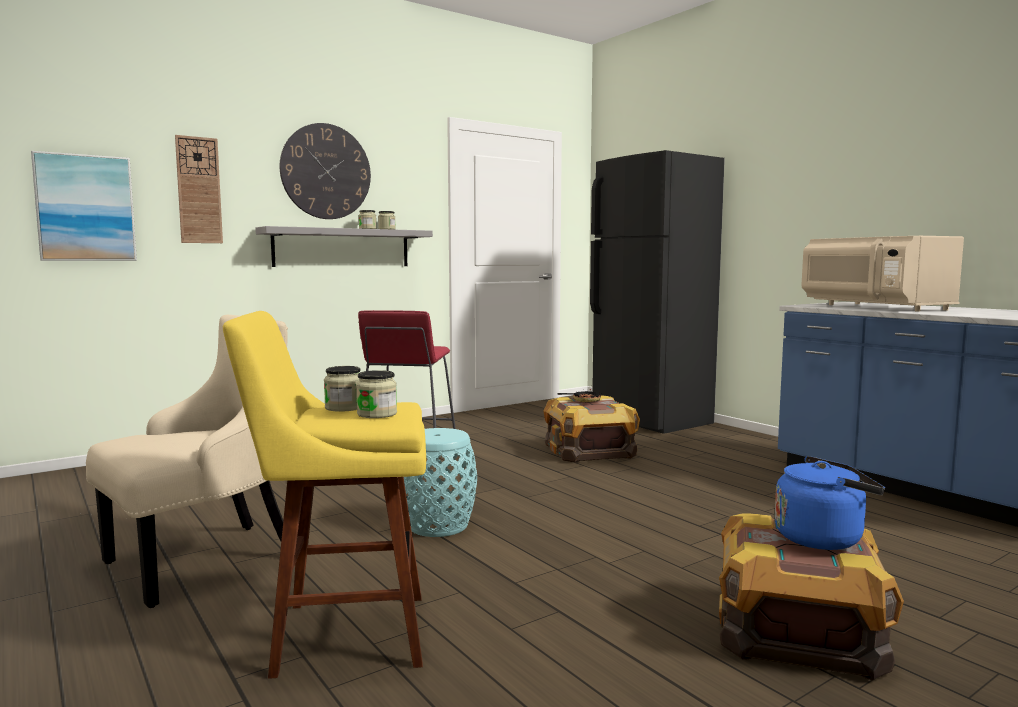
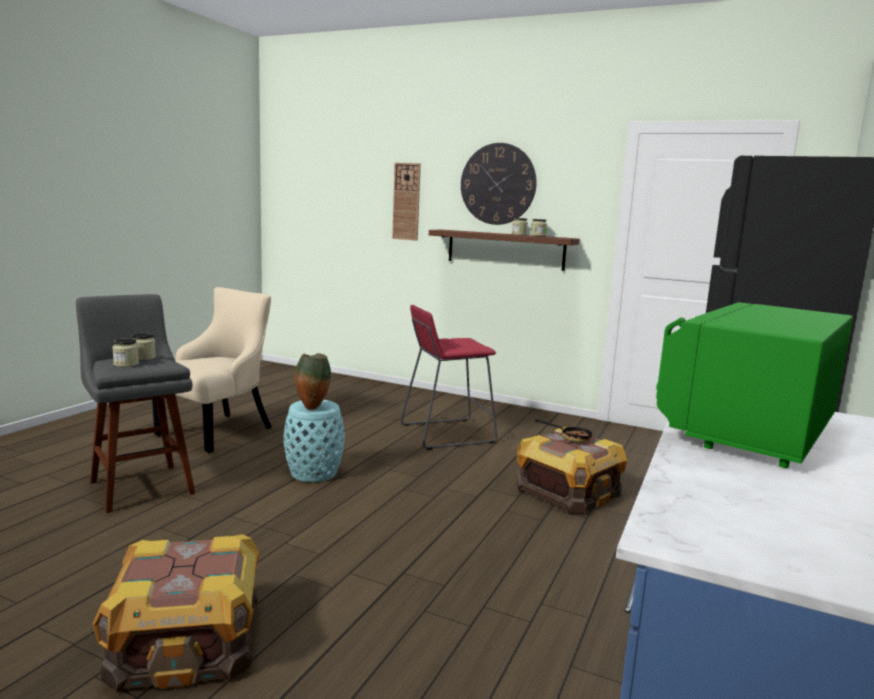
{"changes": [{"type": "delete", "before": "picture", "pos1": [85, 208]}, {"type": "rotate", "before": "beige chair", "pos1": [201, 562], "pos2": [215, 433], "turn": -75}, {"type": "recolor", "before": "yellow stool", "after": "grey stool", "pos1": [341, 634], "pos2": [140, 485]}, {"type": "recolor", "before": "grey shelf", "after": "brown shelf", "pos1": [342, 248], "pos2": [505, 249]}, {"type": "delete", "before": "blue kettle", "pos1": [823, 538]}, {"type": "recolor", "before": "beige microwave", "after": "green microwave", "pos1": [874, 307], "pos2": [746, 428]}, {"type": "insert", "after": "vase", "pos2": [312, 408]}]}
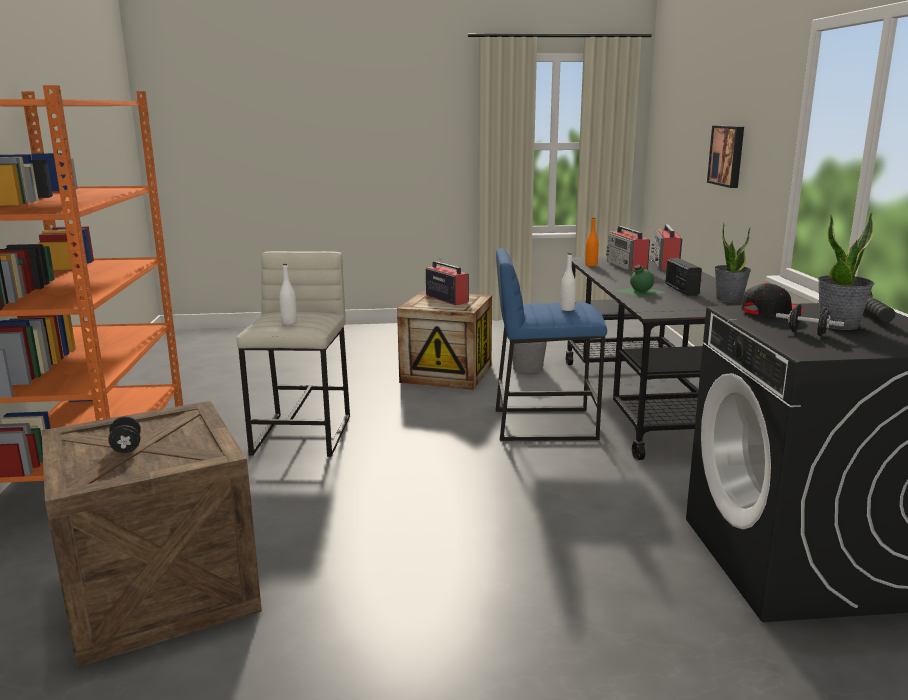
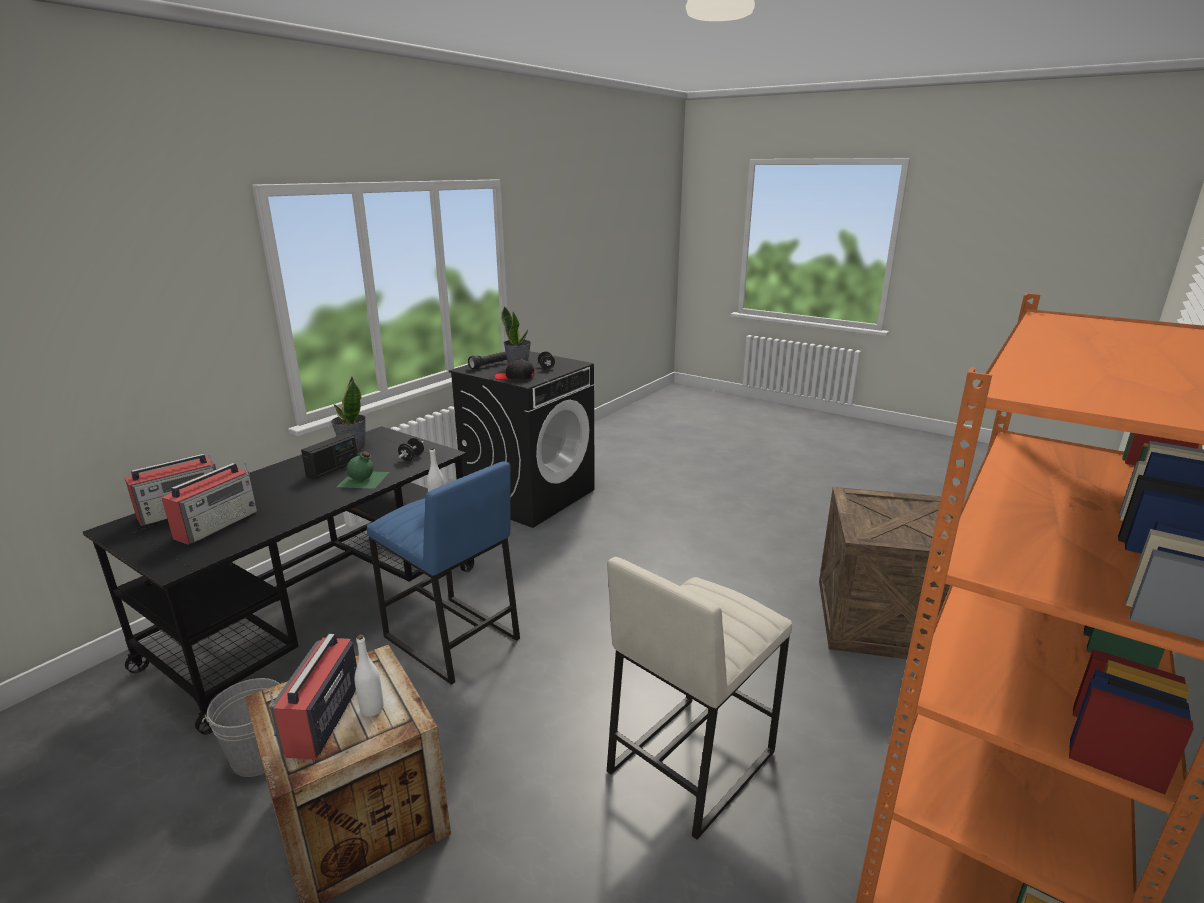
{"changes": [{"type": "move", "before": "black dumbbell", "pos1": [126, 447], "pos2": [412, 457]}, {"type": "move", "before": "white bottle", "pos1": [289, 322], "pos2": [372, 709]}, {"type": "delete", "before": "orange bottle", "pos1": [591, 265]}, {"type": "delete", "before": "picture", "pos1": [728, 155]}]}
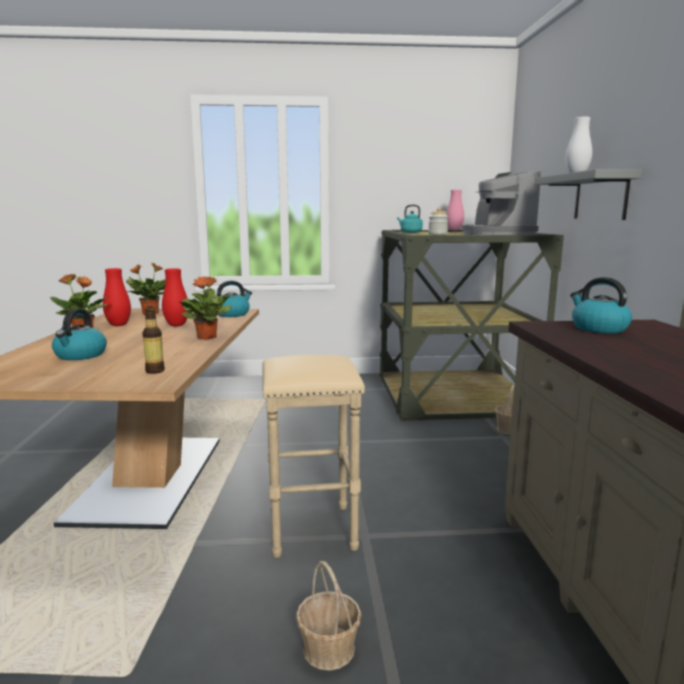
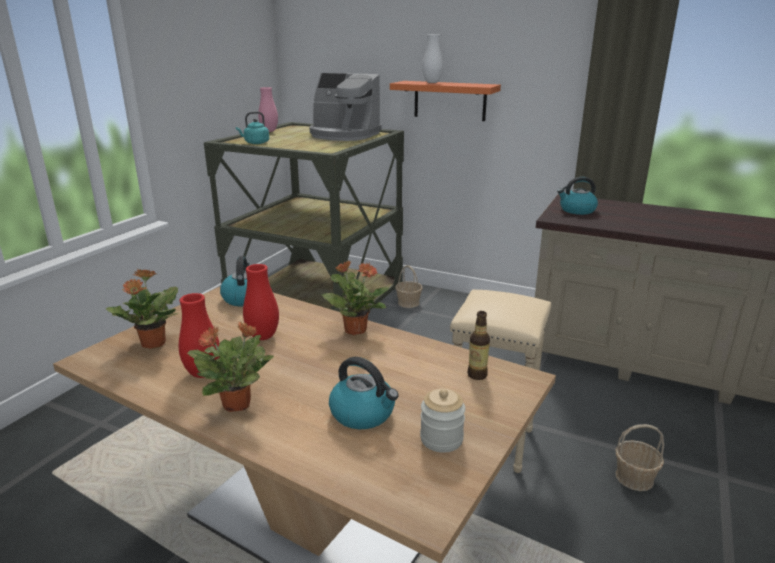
{"changes": [{"type": "move", "before": "jar", "pos1": [437, 234], "pos2": [441, 439]}, {"type": "recolor", "before": "grey shelf", "after": "orange shelf", "pos1": [600, 196], "pos2": [449, 100]}]}
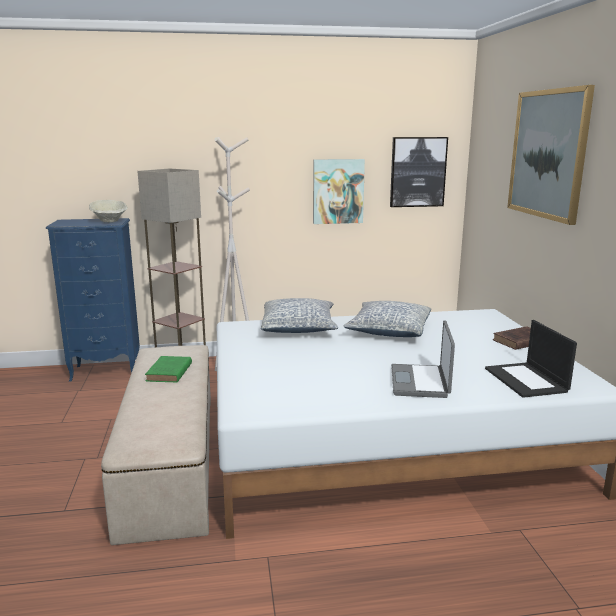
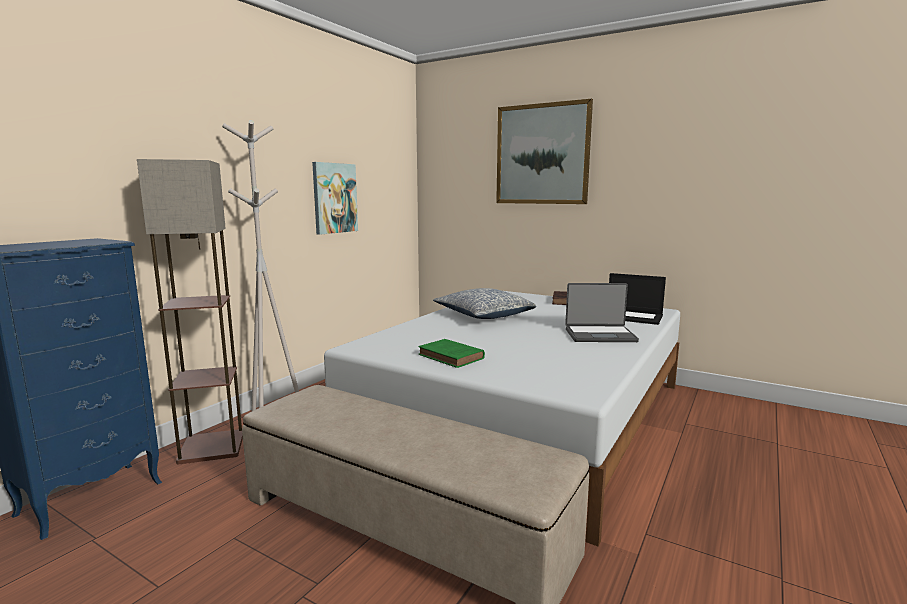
{"changes": [{"type": "delete", "before": "beige bowl", "pos1": [110, 221]}, {"type": "move", "before": "green book", "pos1": [169, 373], "pos2": [452, 357]}, {"type": "delete", "before": "pillow", "pos1": [299, 328]}, {"type": "delete", "before": "picture", "pos1": [417, 172]}, {"type": "rotate", "before": "laptop", "pos1": [421, 382], "pos2": [600, 335], "turn": -45}]}
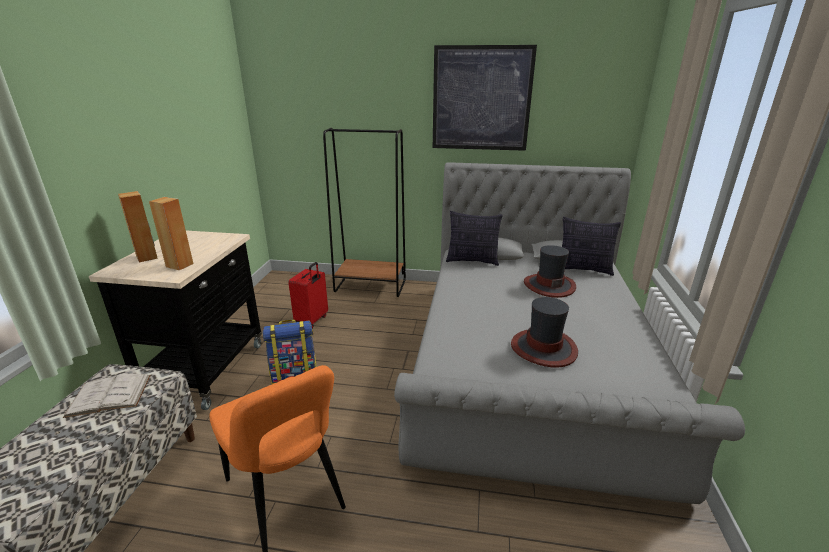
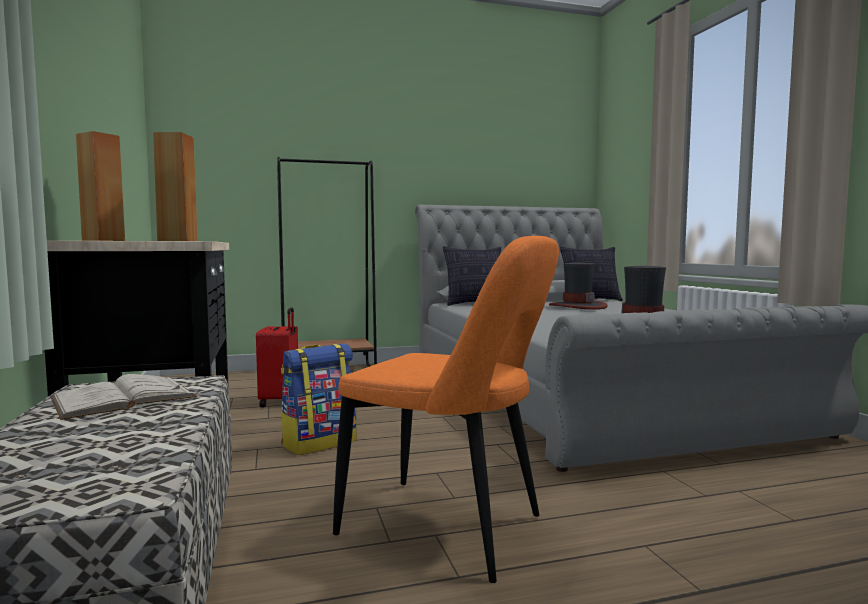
{"changes": [{"type": "delete", "before": "picture", "pos1": [481, 99]}]}
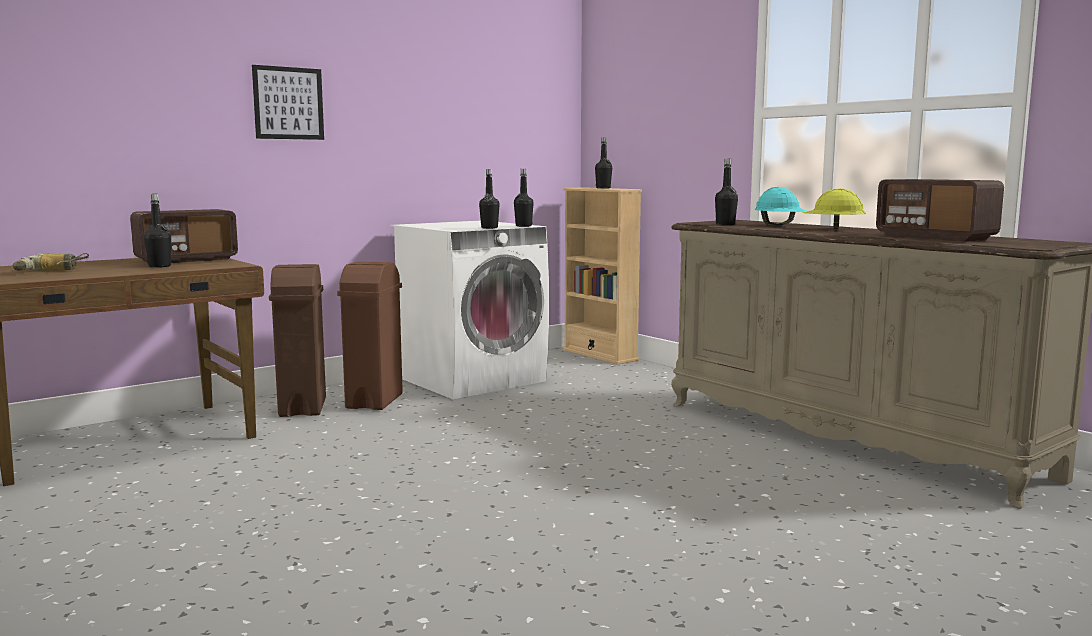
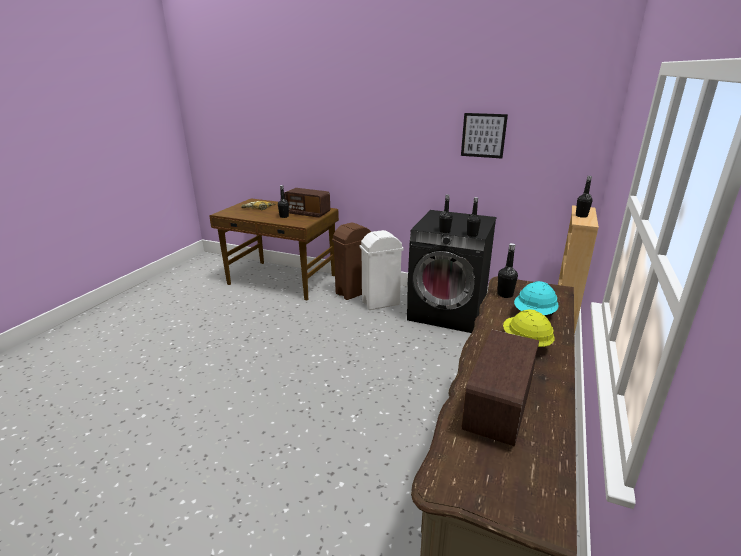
{"changes": [{"type": "move", "before": "picture", "pos1": [288, 103], "pos2": [483, 135]}, {"type": "recolor", "before": "brown trash can", "after": "white trash can", "pos1": [374, 401], "pos2": [380, 303]}, {"type": "recolor", "before": "white washing machine", "after": "black washing machine", "pos1": [472, 379], "pos2": [448, 311]}]}
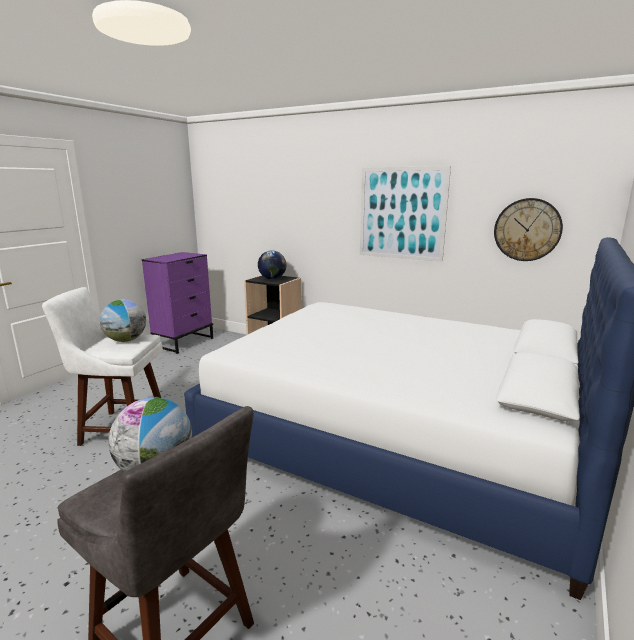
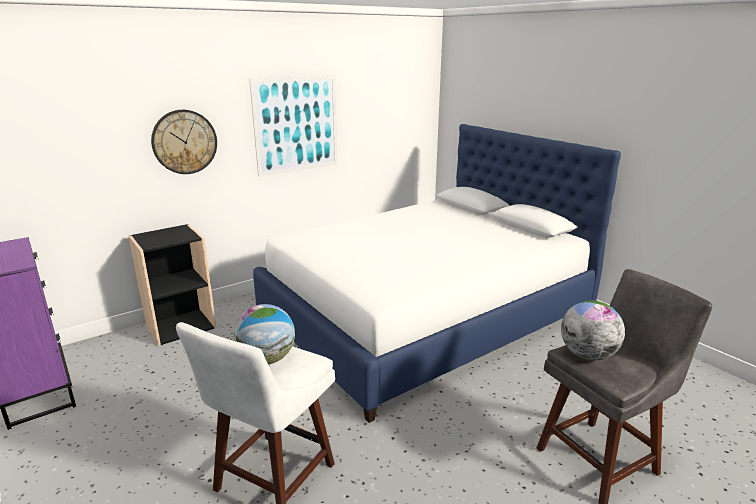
{"changes": [{"type": "delete", "before": "globe", "pos1": [272, 279]}, {"type": "move", "before": "wall clock", "pos1": [527, 229], "pos2": [184, 142]}]}
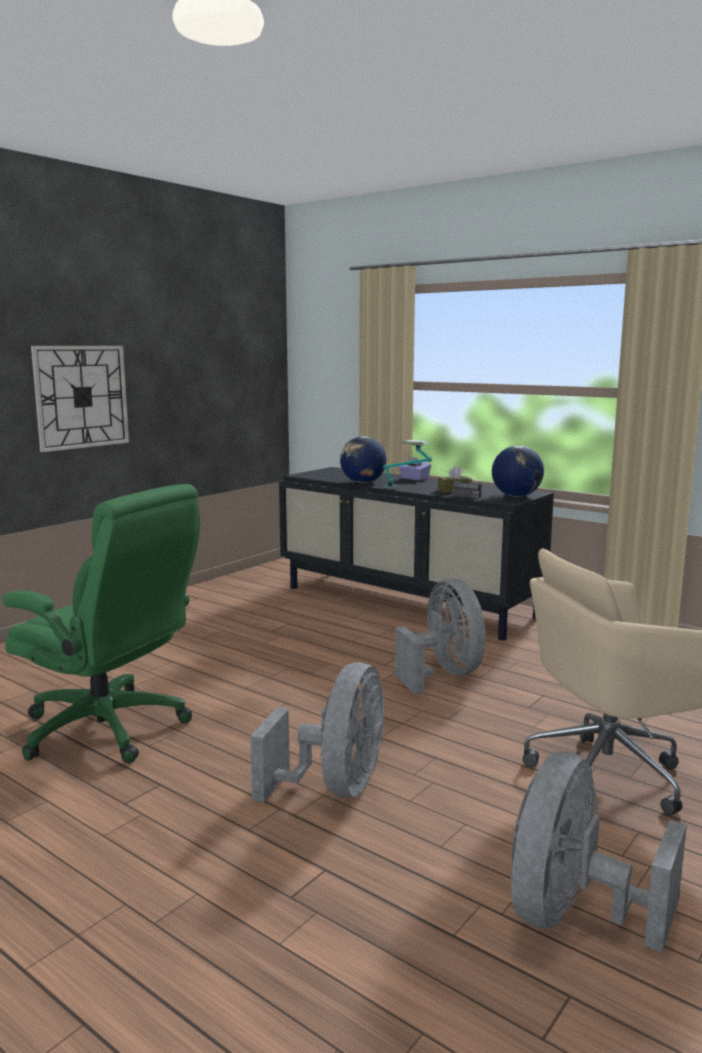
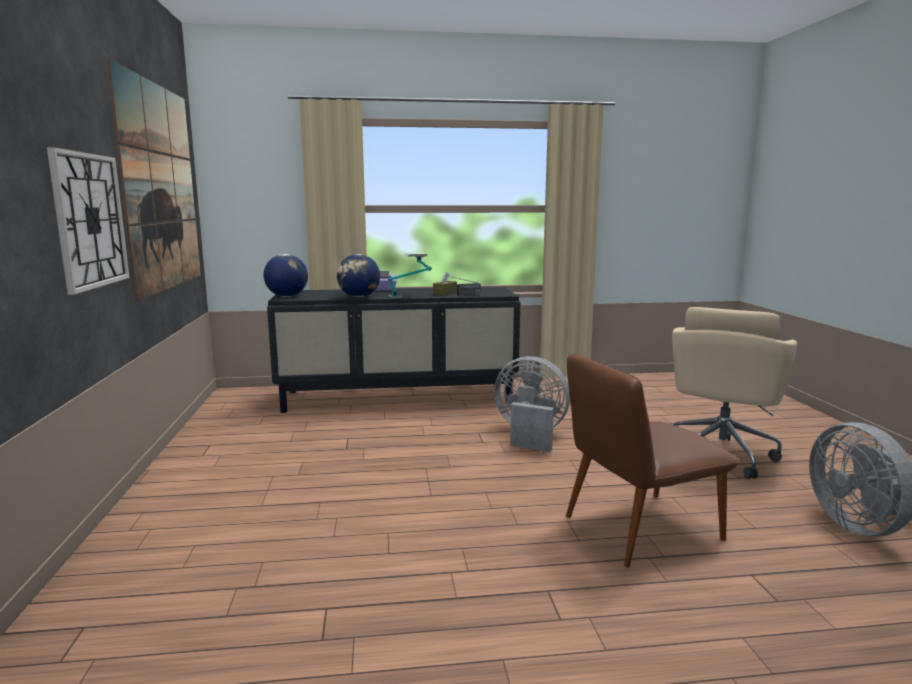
{"changes": [{"type": "delete", "before": "green office chair", "pos1": [112, 731]}, {"type": "replace", "before": "grey fan", "after": "brown chair", "pos1": [335, 787], "pos2": [642, 527]}, {"type": "move", "before": "globe", "pos1": [516, 496], "pos2": [287, 296]}, {"type": "insert", "after": "picture", "pos2": [160, 187]}]}
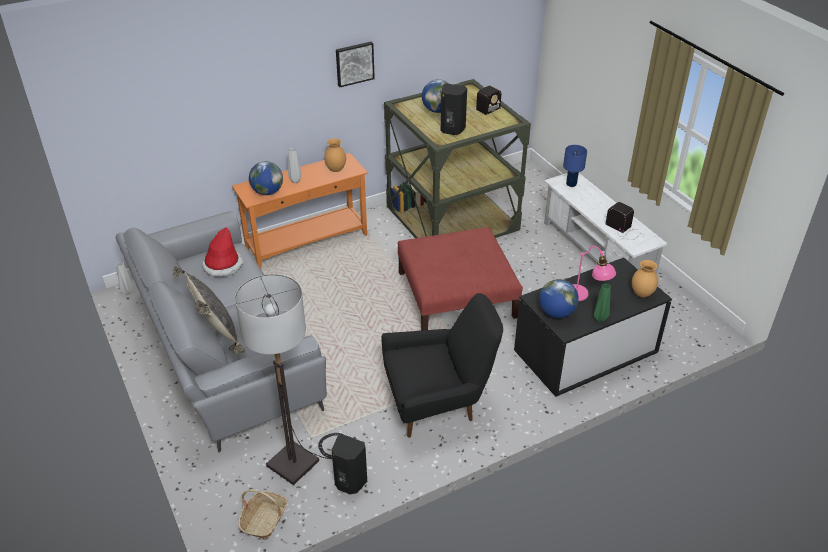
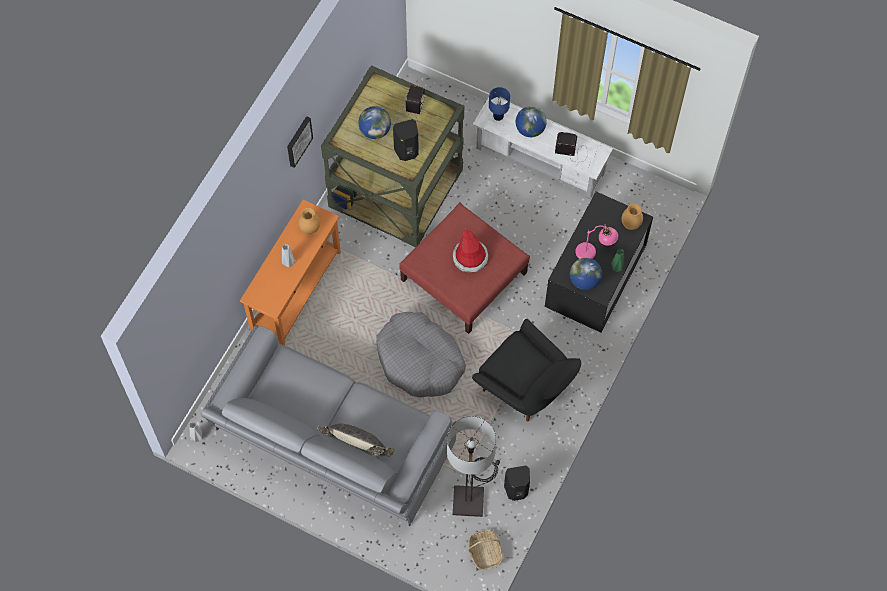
{"changes": [{"type": "move", "before": "hat", "pos1": [222, 266], "pos2": [470, 257]}, {"type": "move", "before": "globe", "pos1": [267, 192], "pos2": [530, 129]}, {"type": "rotate", "before": "black armchair", "pos1": [437, 404], "pos2": [526, 390], "turn": 90}, {"type": "insert", "after": "grey dog bed", "pos2": [420, 360]}]}
